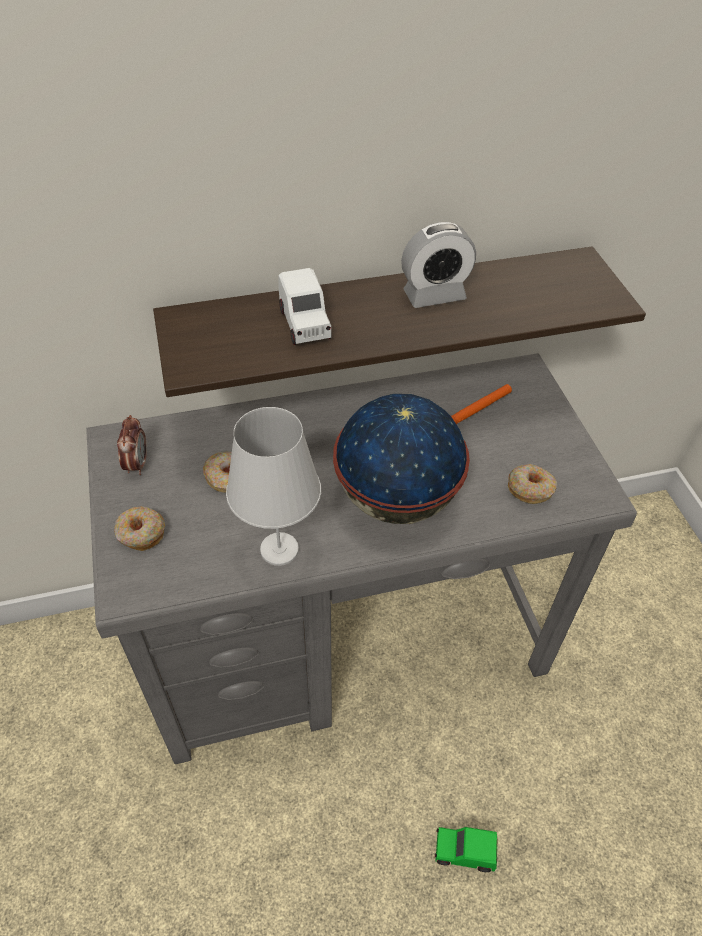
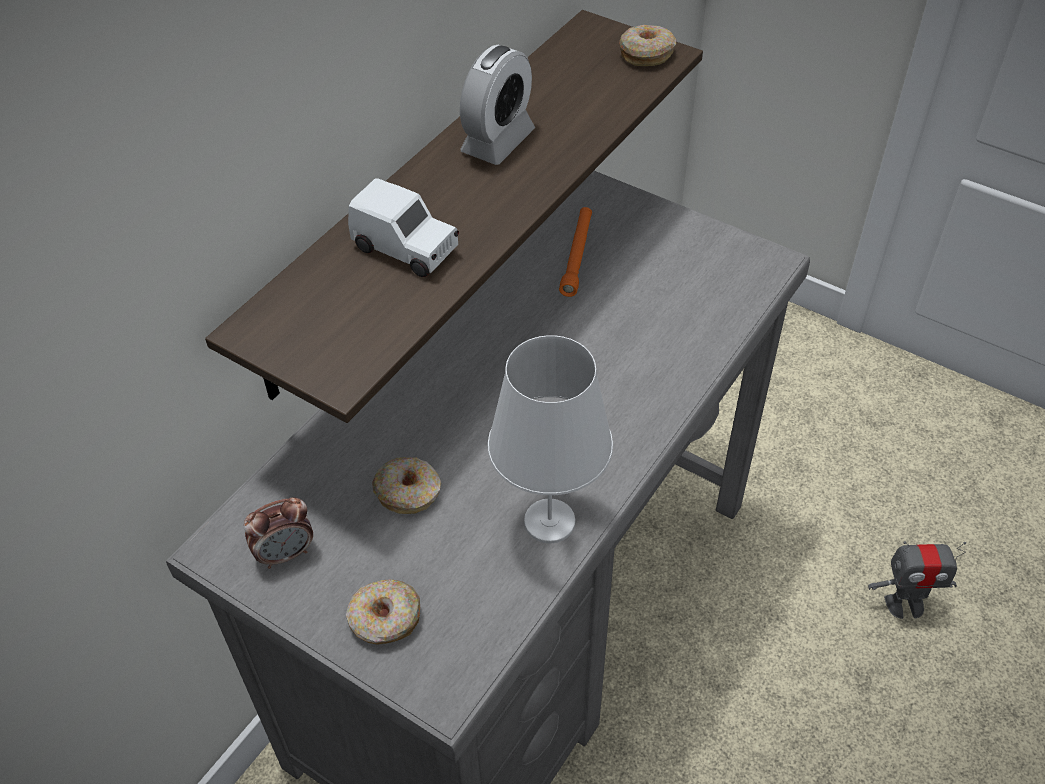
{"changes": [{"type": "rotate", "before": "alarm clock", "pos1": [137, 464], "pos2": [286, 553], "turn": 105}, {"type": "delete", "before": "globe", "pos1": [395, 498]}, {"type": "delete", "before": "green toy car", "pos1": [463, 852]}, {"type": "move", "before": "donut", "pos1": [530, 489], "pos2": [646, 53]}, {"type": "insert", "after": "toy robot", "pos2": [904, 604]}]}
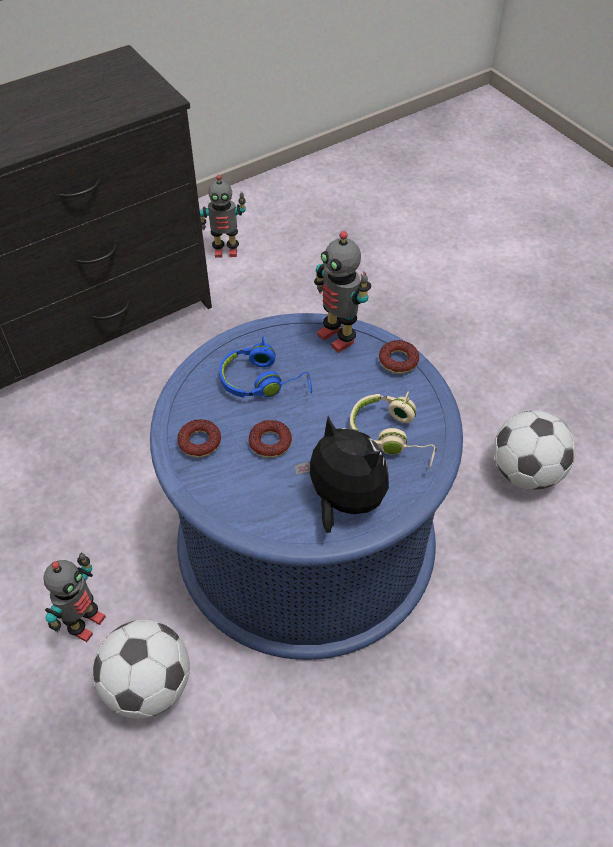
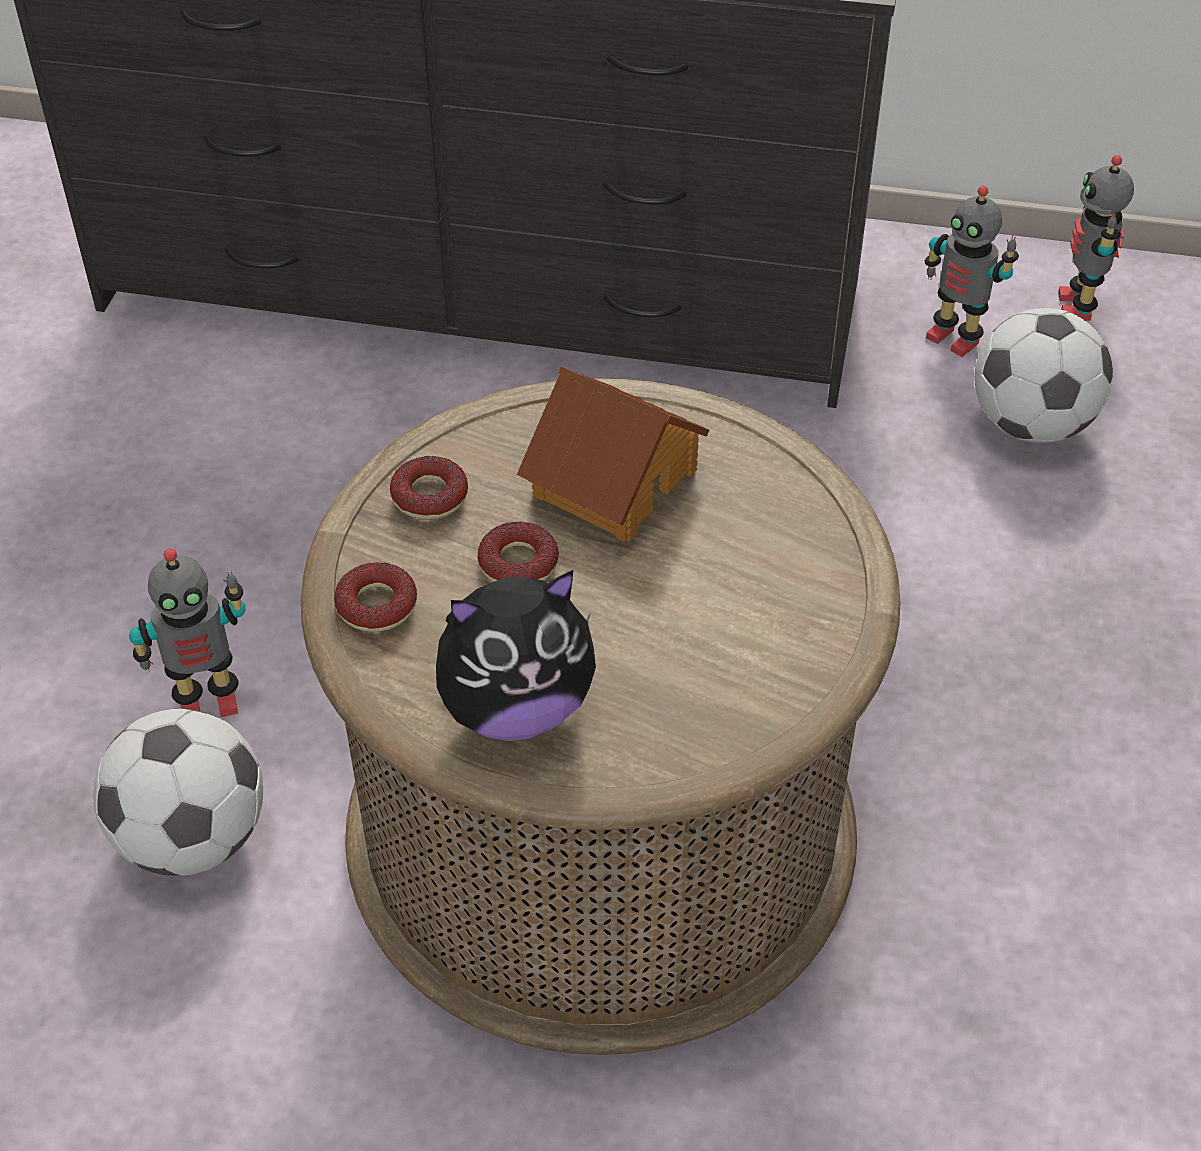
{"changes": [{"type": "recolor", "before": "blue coffee table", "after": "brown coffee table", "pos1": [306, 537], "pos2": [601, 826]}, {"type": "replace", "before": "blue headphones", "after": "toy house", "pos1": [264, 381], "pos2": [612, 480]}, {"type": "rotate", "before": "plush toy", "pos1": [343, 501], "pos2": [516, 708], "turn": 75}, {"type": "move", "before": "toy robot", "pos1": [338, 337], "pos2": [1078, 306]}, {"type": "delete", "before": "beige headphones", "pos1": [393, 436]}, {"type": "move", "before": "donut", "pos1": [398, 361], "pos2": [377, 605]}, {"type": "move", "before": "football", "pos1": [525, 472], "pos2": [1031, 425]}]}
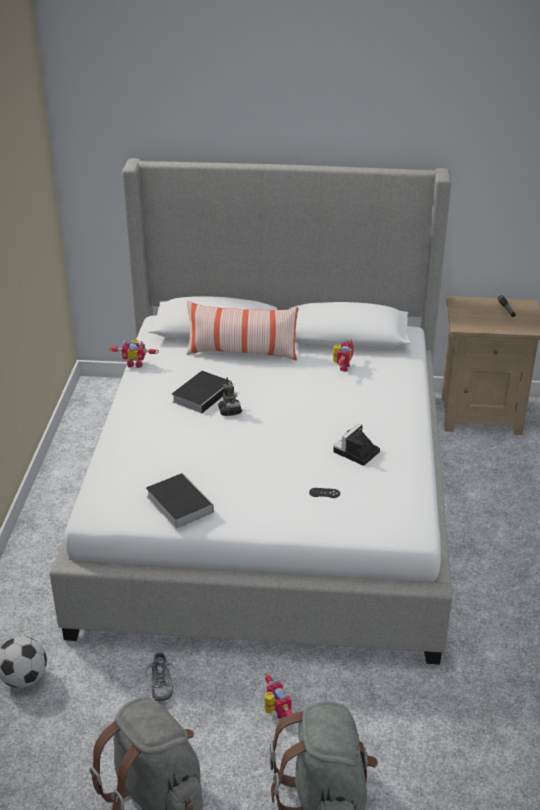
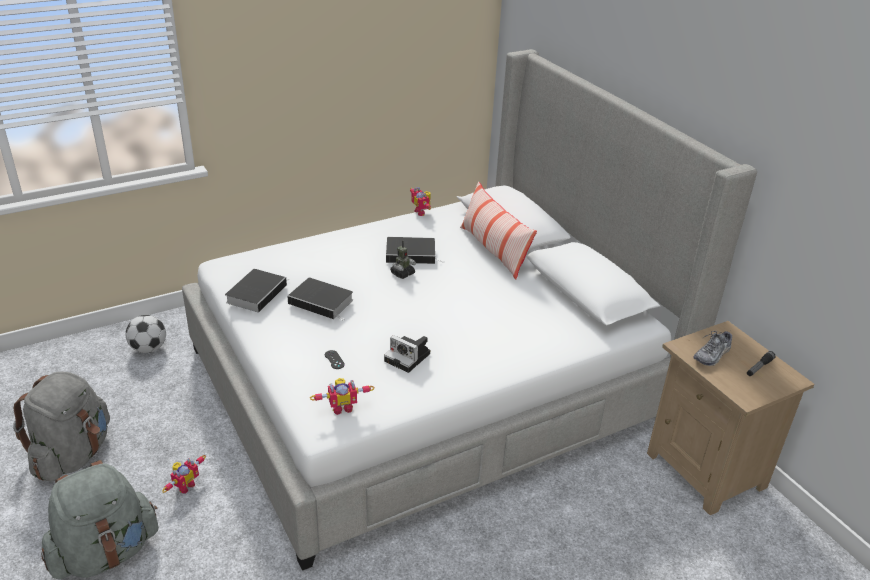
{"changes": [{"type": "move", "before": "shoe", "pos1": [161, 682], "pos2": [712, 355]}, {"type": "move", "before": "toy robot", "pos1": [341, 367], "pos2": [342, 407]}, {"type": "rotate", "before": "photo camera", "pos1": [356, 453], "pos2": [409, 357], "turn": -150}, {"type": "insert", "after": "book", "pos2": [323, 302]}]}
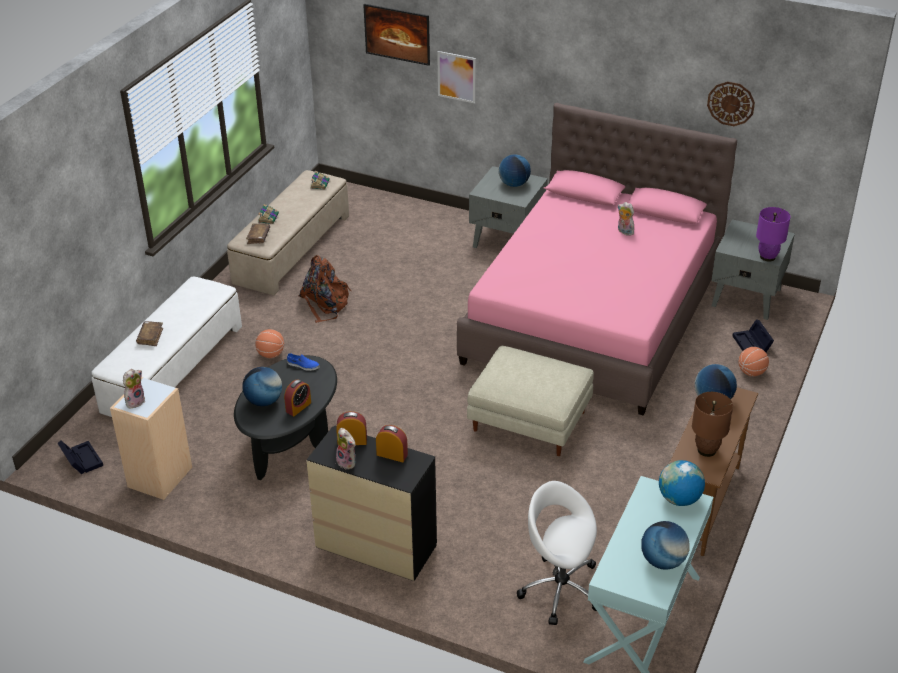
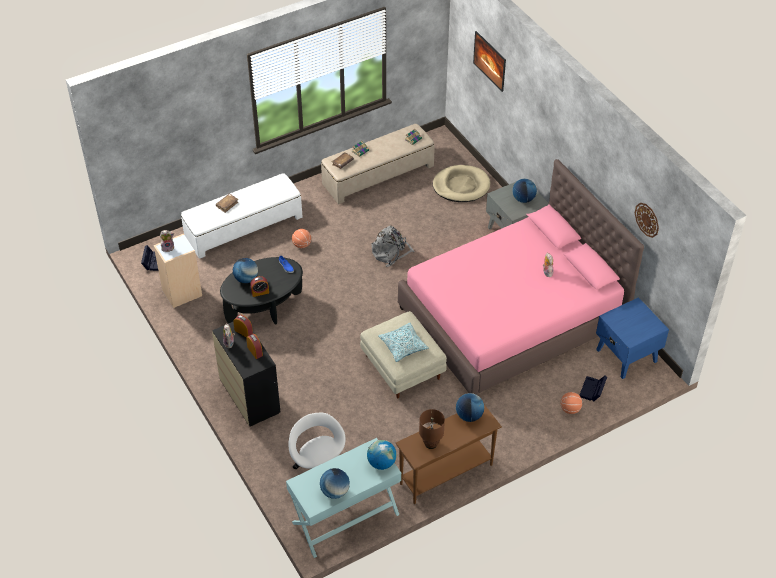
{"changes": [{"type": "delete", "before": "brown backpack", "pos1": [325, 304]}, {"type": "delete", "before": "picture", "pos1": [456, 77]}, {"type": "recolor", "before": "grey nightstand", "after": "blue nightstand", "pos1": [747, 297], "pos2": [627, 356]}, {"type": "delete", "before": "purple table lamp", "pos1": [767, 257]}, {"type": "insert", "after": "grey backpack", "pos2": [391, 253]}, {"type": "insert", "after": "pillow", "pos2": [403, 346]}, {"type": "insert", "after": "beige dog bed", "pos2": [461, 186]}]}
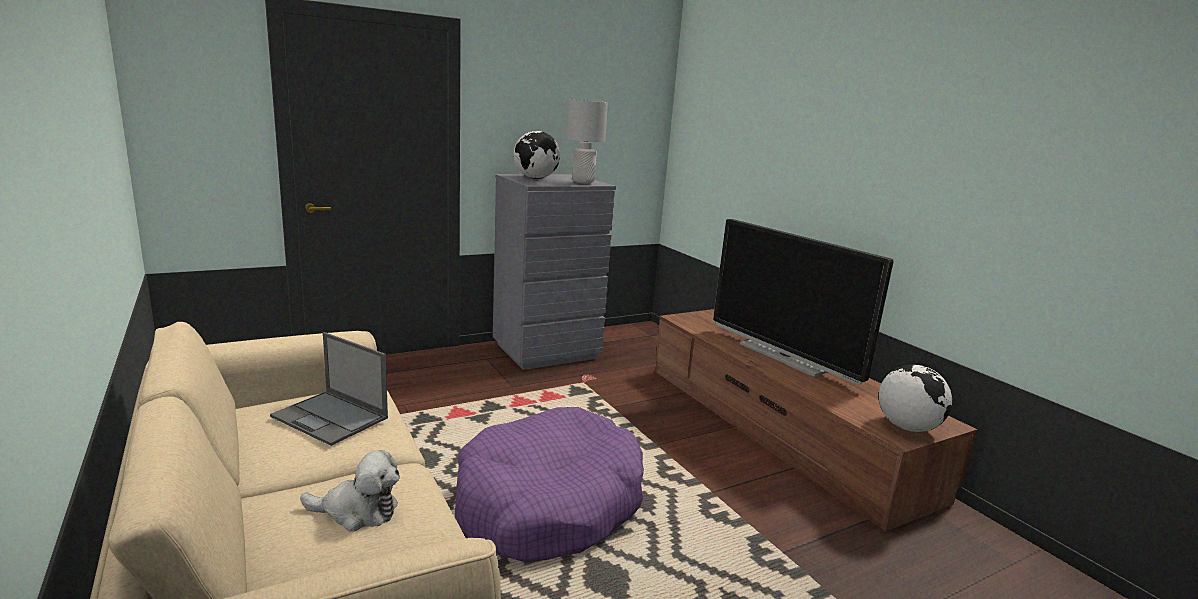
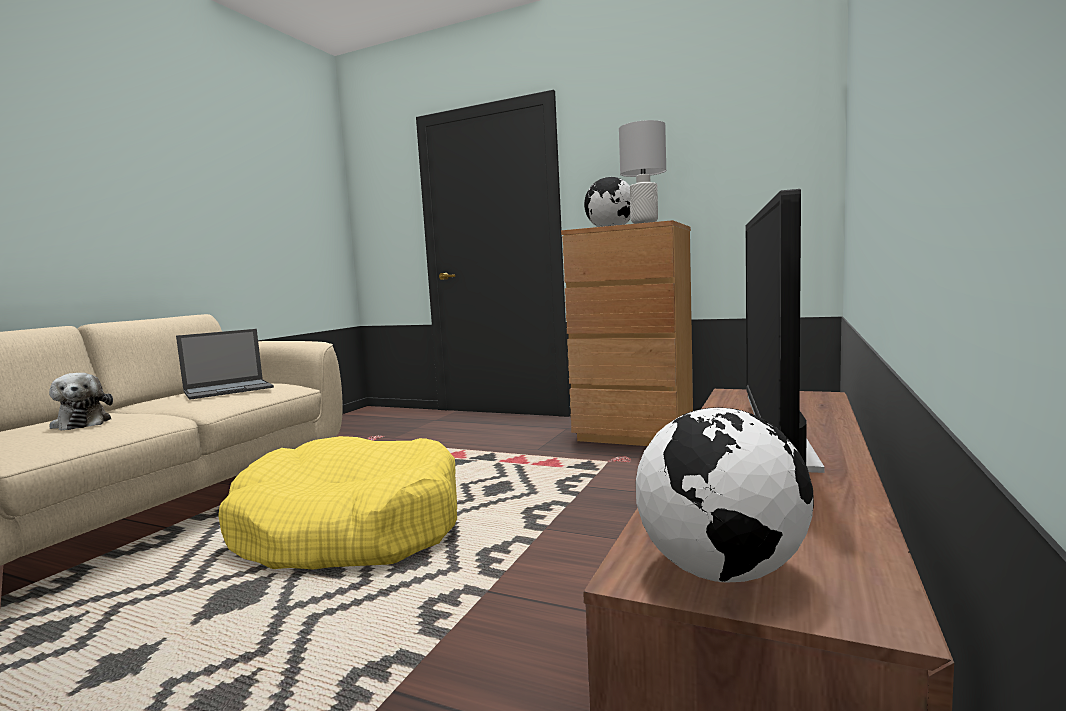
{"changes": [{"type": "rotate", "before": "laptop", "pos1": [331, 417], "pos2": [229, 389], "turn": -120}, {"type": "recolor", "before": "purple dog bed", "after": "yellow dog bed", "pos1": [548, 504], "pos2": [349, 529]}, {"type": "recolor", "before": "grey dresser", "after": "brown dresser", "pos1": [546, 350], "pos2": [635, 432]}]}
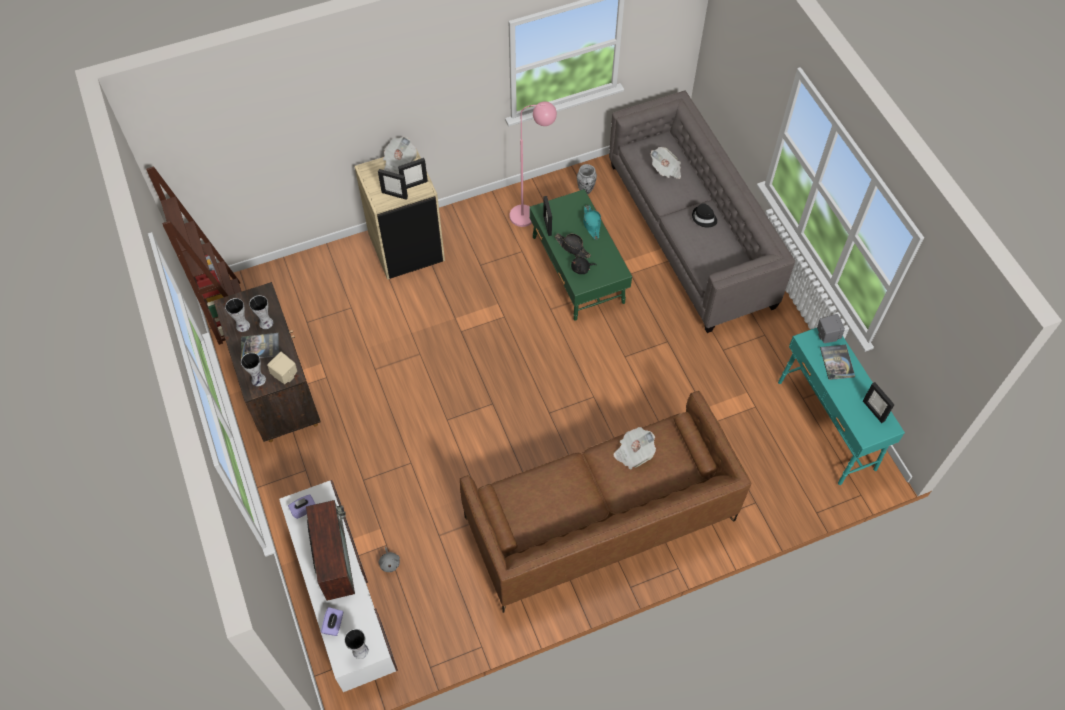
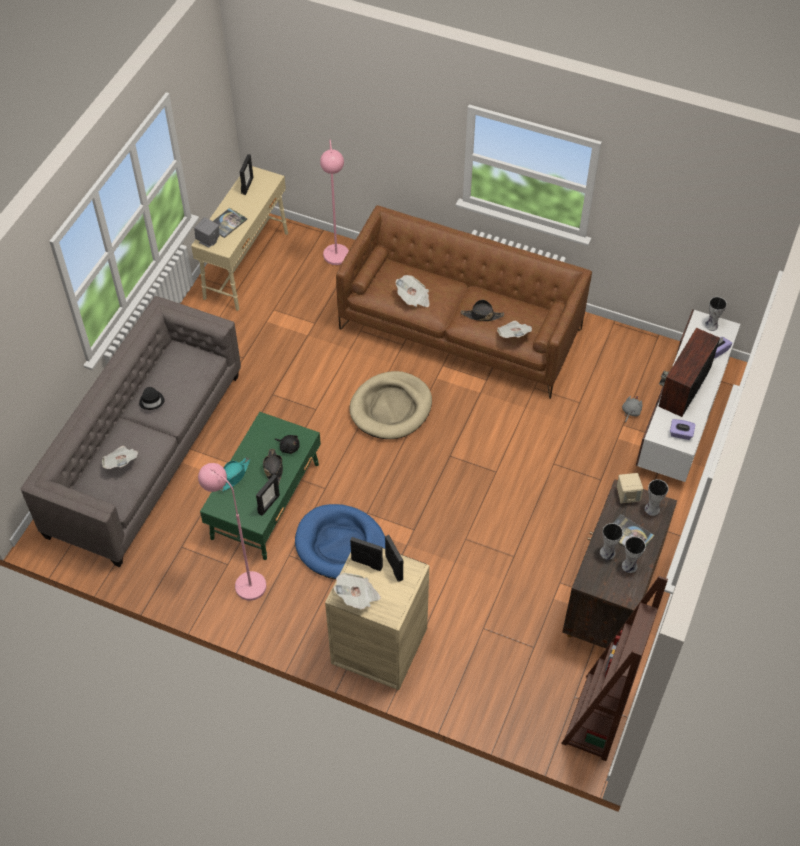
{"changes": [{"type": "delete", "before": "vase", "pos1": [586, 190]}, {"type": "recolor", "before": "turquoise console table", "after": "beige console table", "pos1": [825, 425], "pos2": [247, 266]}, {"type": "insert", "after": "blue dog bed", "pos2": [340, 545]}, {"type": "insert", "after": "pink floor lamp", "pos2": [337, 261]}, {"type": "insert", "after": "beige dog bed", "pos2": [391, 408]}, {"type": "insert", "after": "black hat", "pos2": [482, 315]}, {"type": "insert", "after": "newspaper", "pos2": [513, 335]}]}
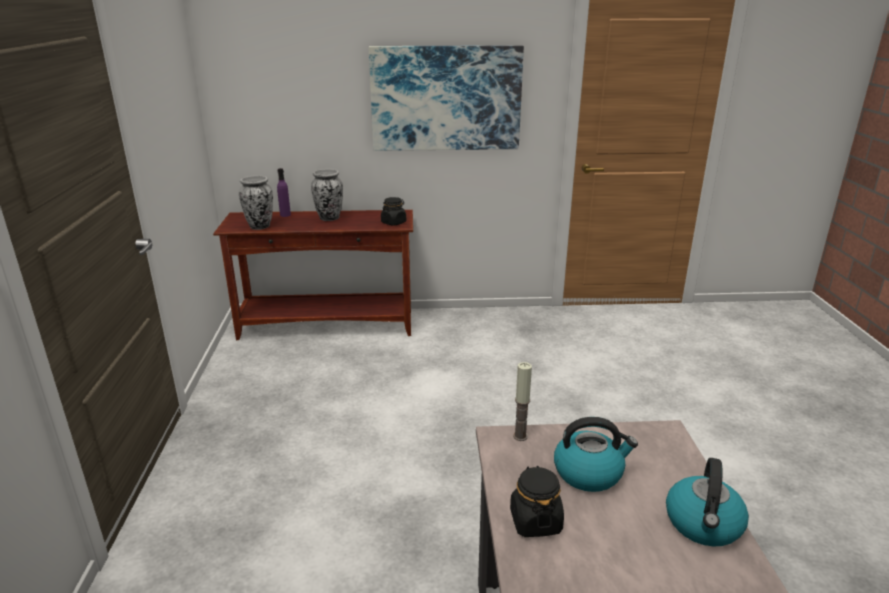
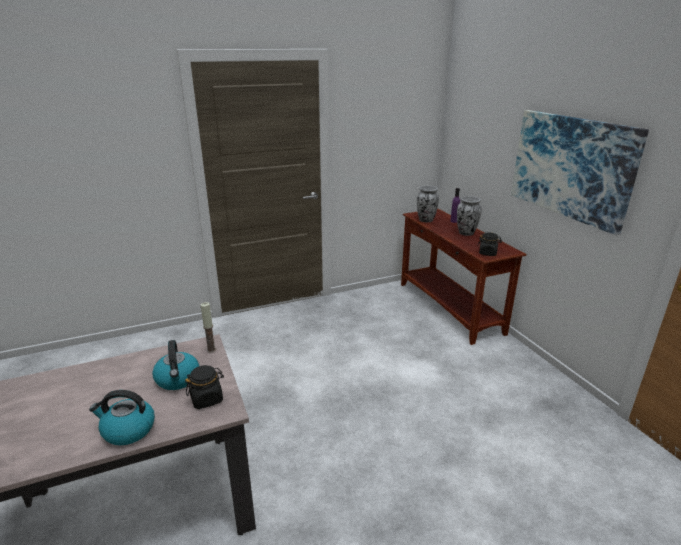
{"changes": [{"type": "move", "before": "black jar", "pos1": [535, 521], "pos2": [207, 399]}]}
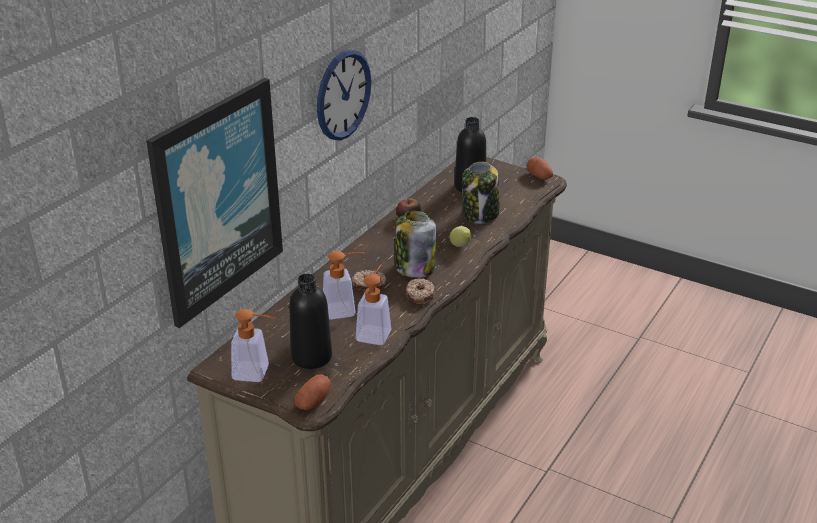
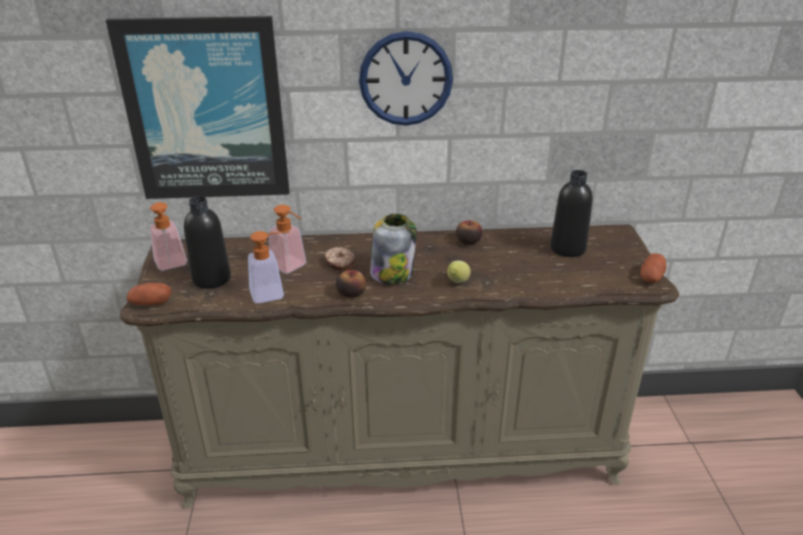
{"changes": [{"type": "replace", "before": "donut", "after": "apple", "pos1": [419, 296], "pos2": [351, 293]}, {"type": "delete", "before": "jar", "pos1": [480, 215]}]}
